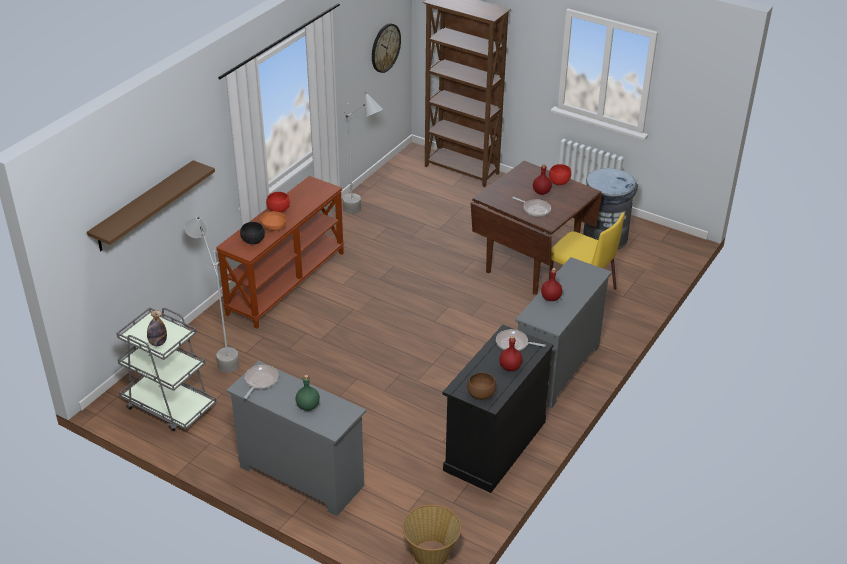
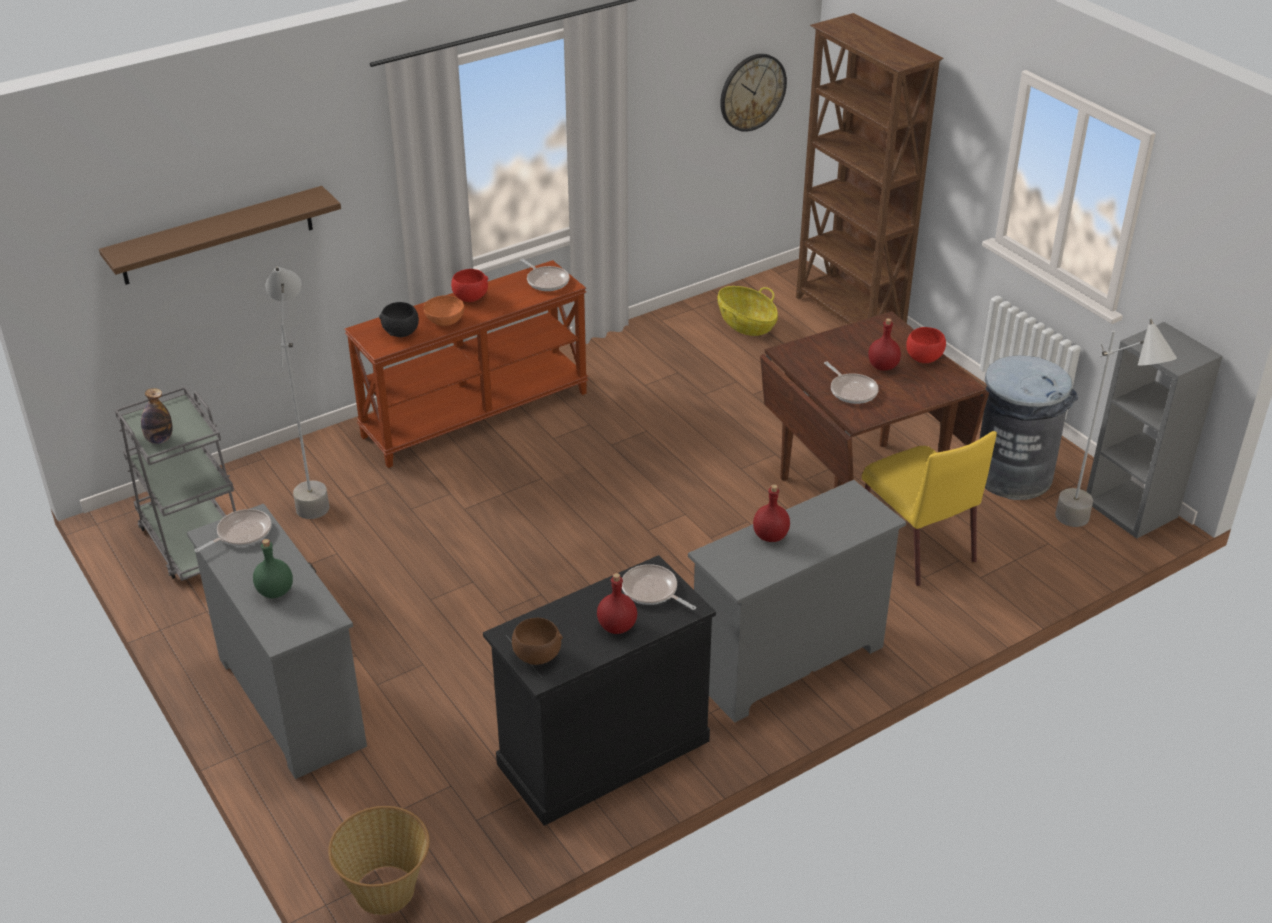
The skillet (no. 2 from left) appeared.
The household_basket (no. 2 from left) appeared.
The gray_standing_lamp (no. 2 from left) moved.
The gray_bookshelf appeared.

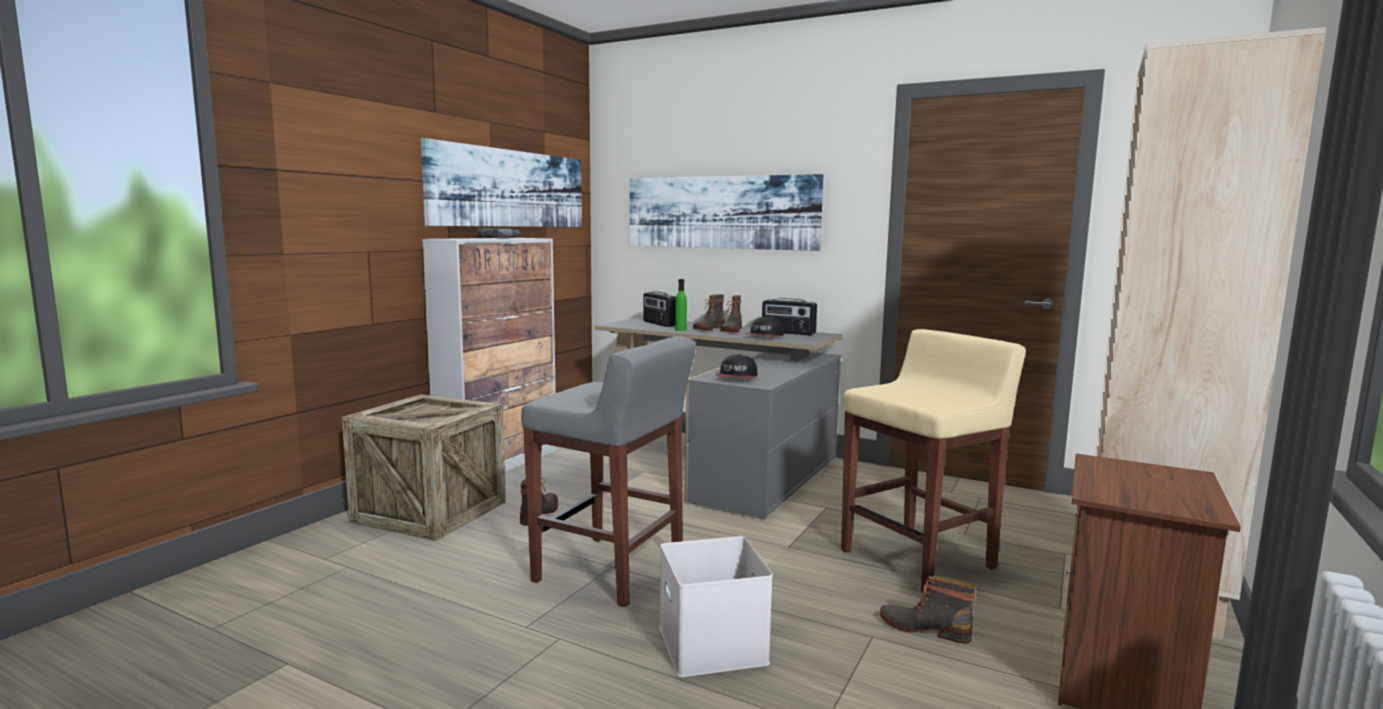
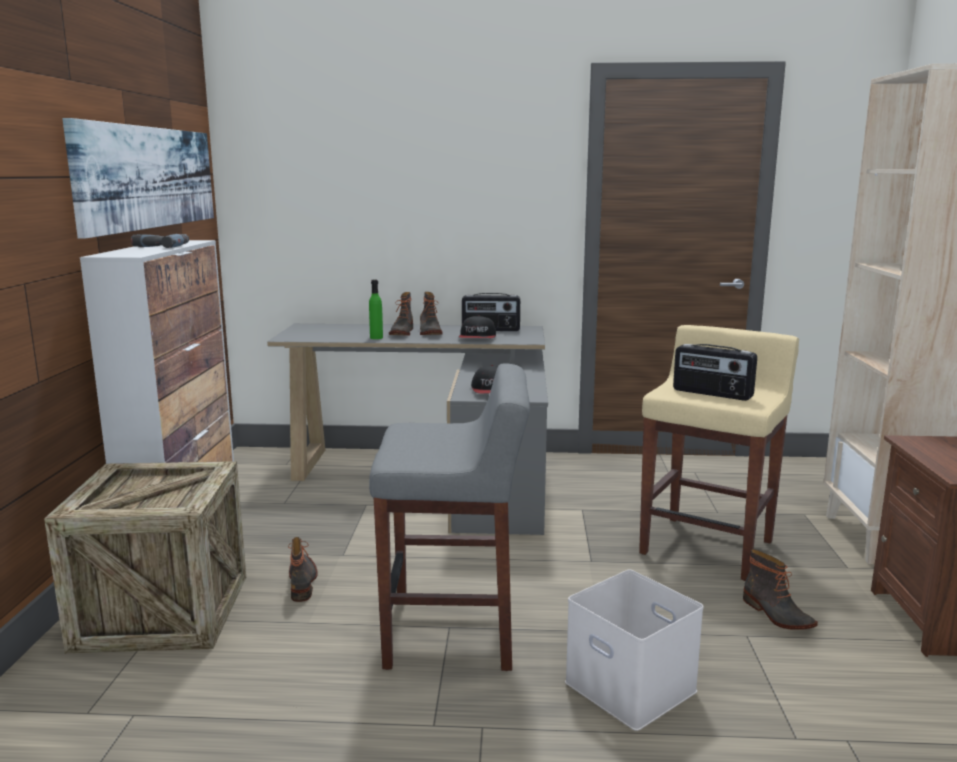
The radio (no. 1 from left in the first image) moved.
The tall_boot (no. 4 from left) turned 120 degrees counterclockwise.
The wall_picture (no. 2 from left) disappeared.

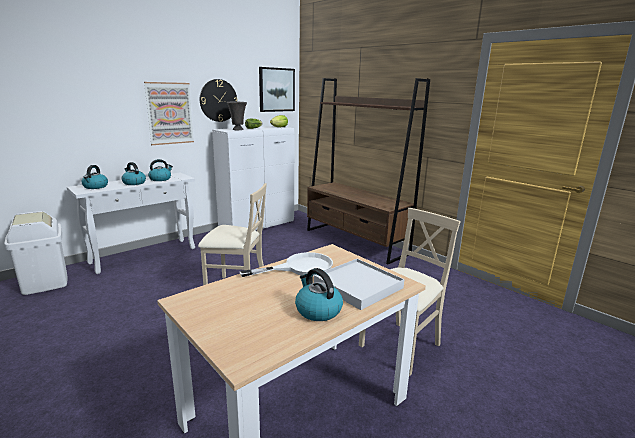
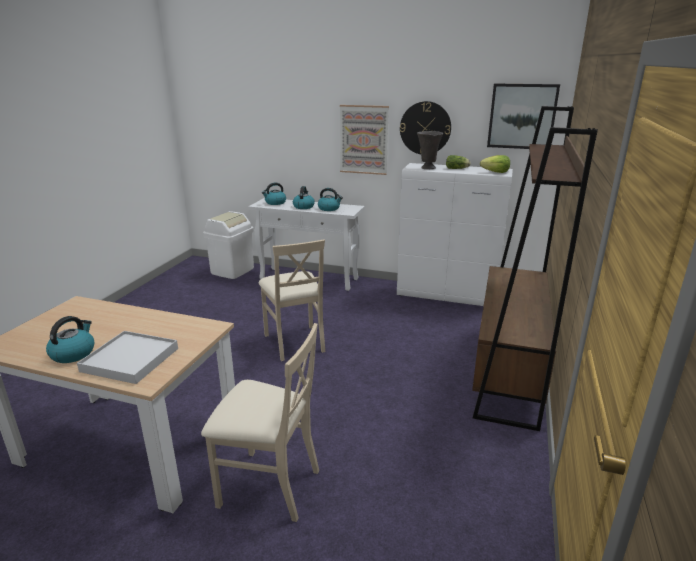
The white_skillet disappeared.

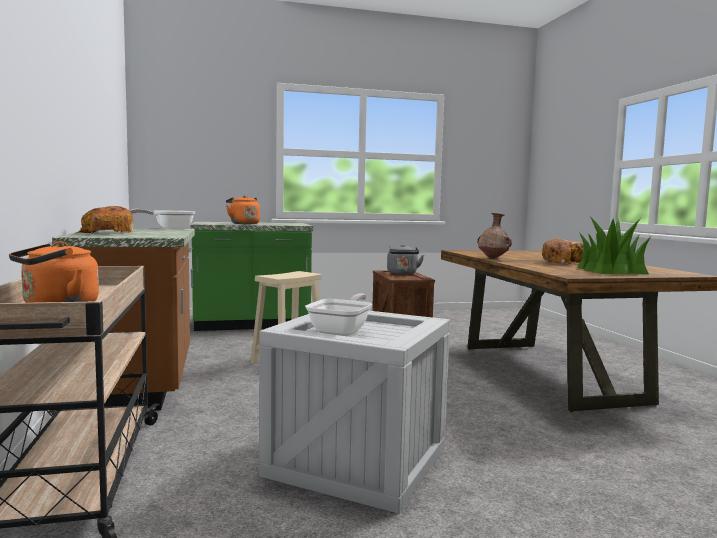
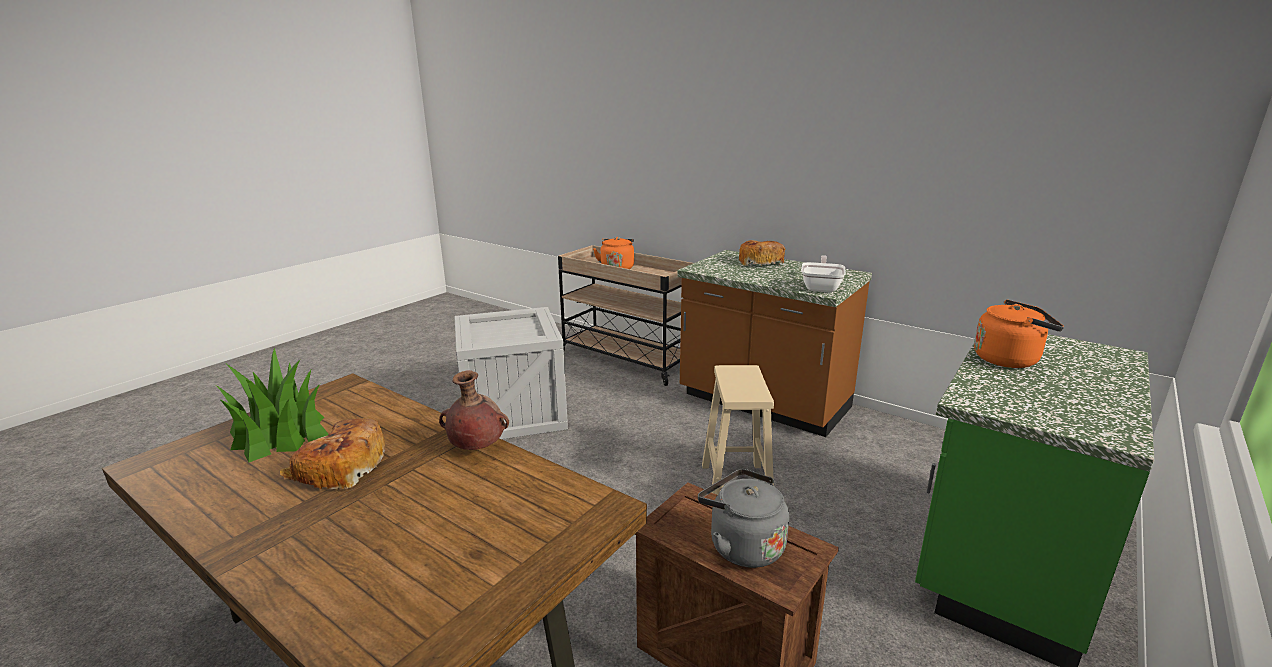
The skillet (no. 2 from left) disappeared.

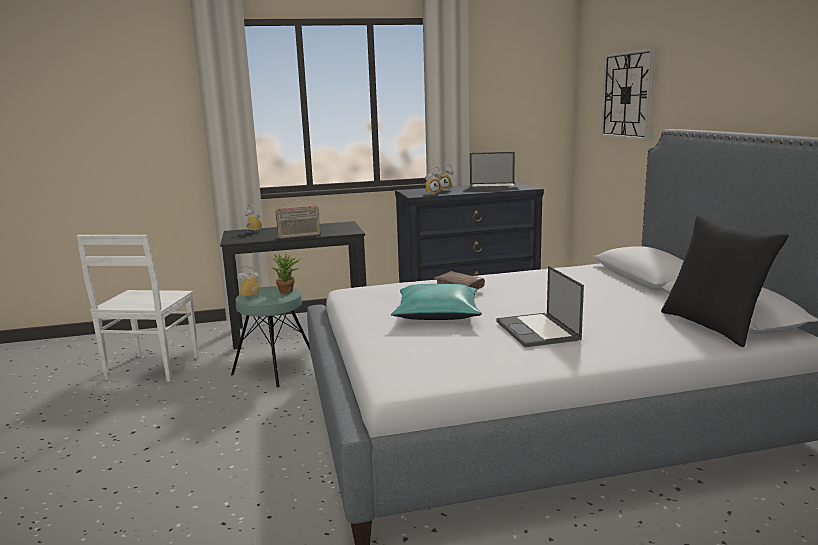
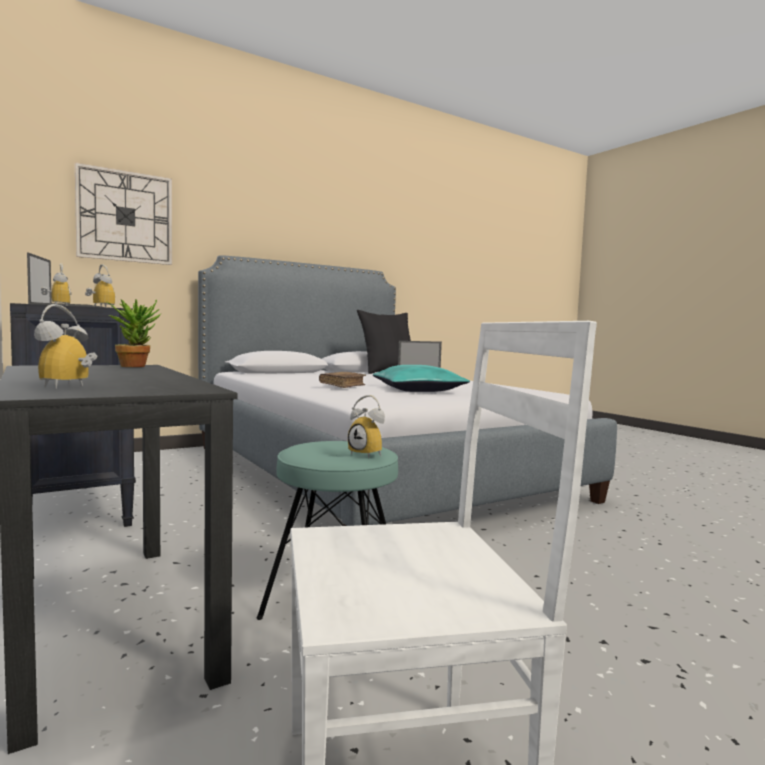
The plant_in_a_pot moved.
The radio disappeared.

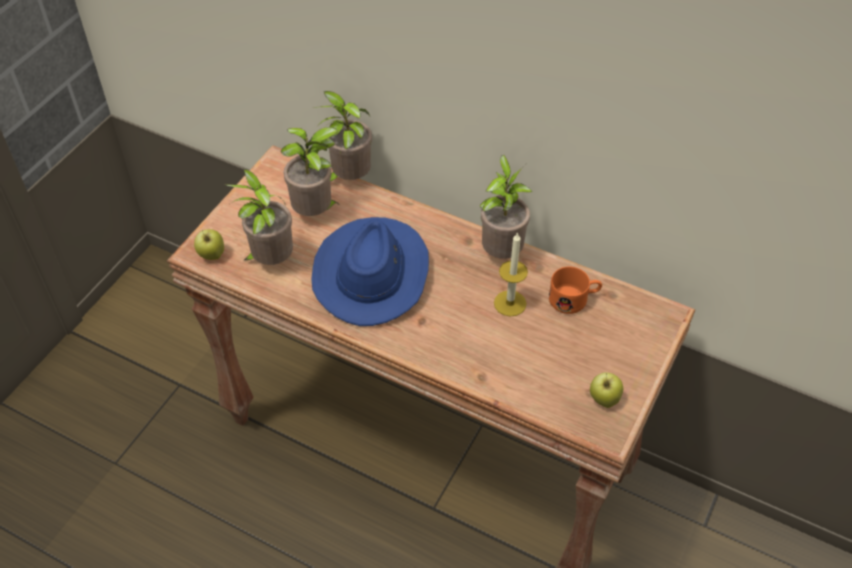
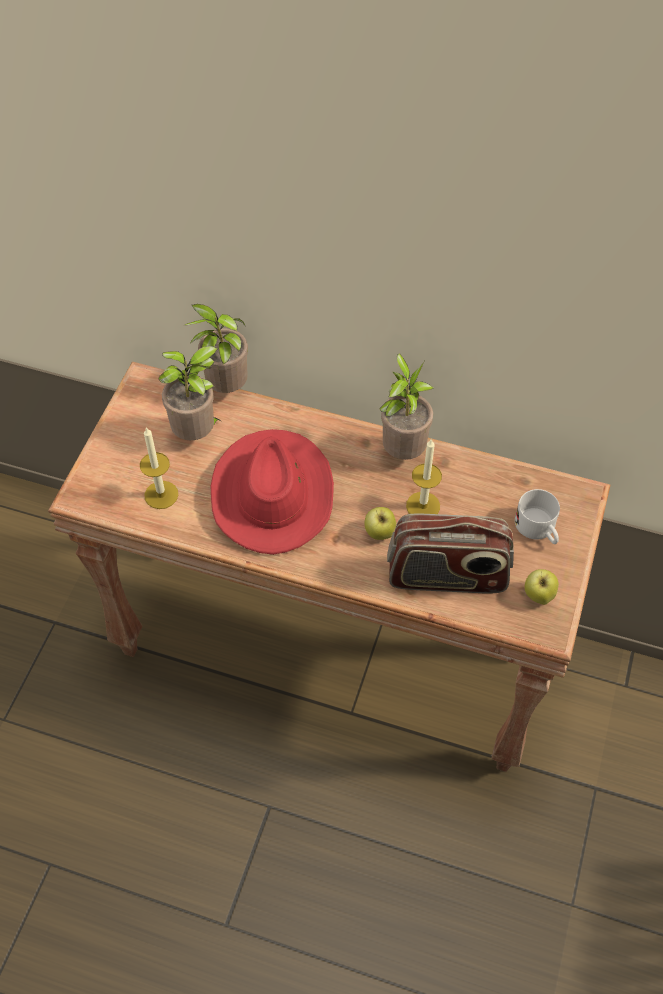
The plant_in_a_pot (no. 1 from left) was replaced by the wax_candle (no. 1 from left).
The bluish_wearable_hat became the reddish_wearable_hat.
The apple (no. 1 from left) moved.
The radio appeared.
The white_mug appeared.
The orange_mug disappeared.

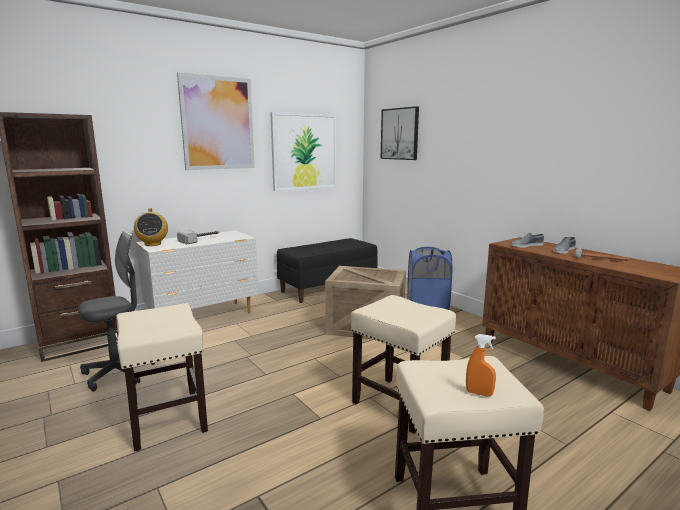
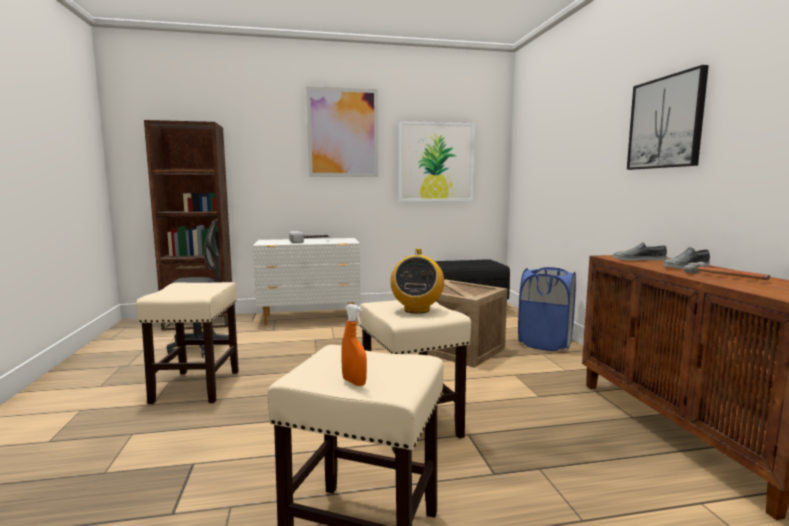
The radio moved.
The wall_picture (no. 3 from left) moved.

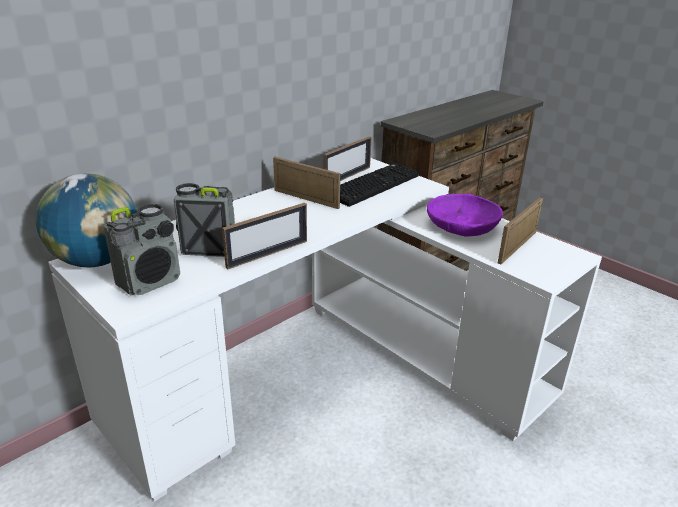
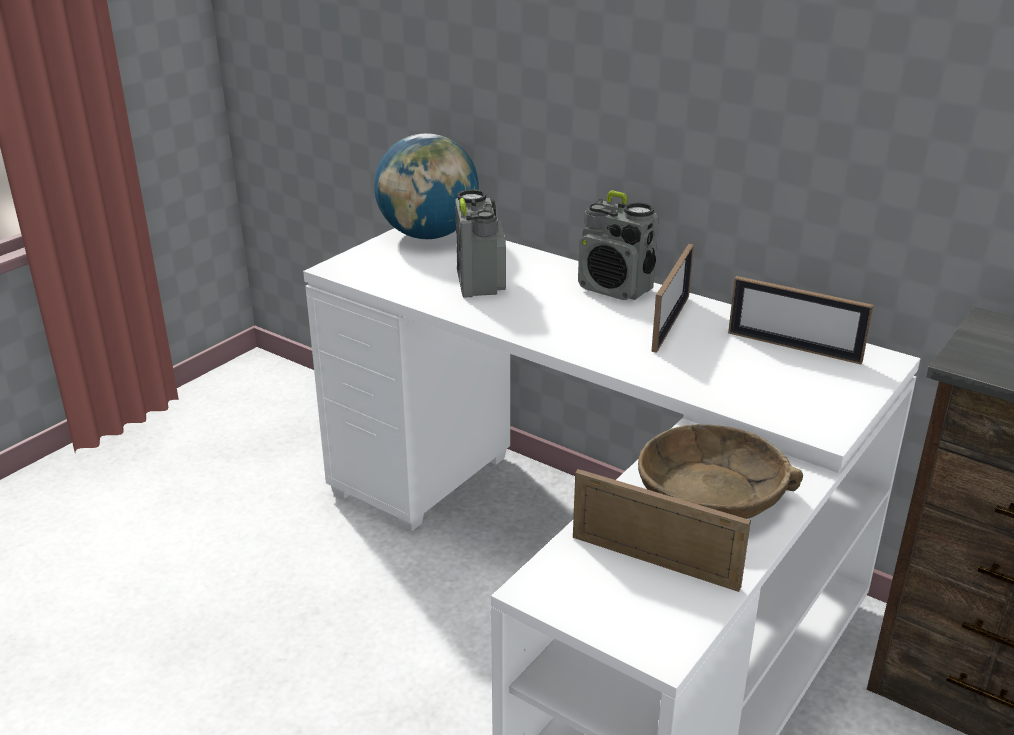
The radio (no. 1 from left in the first image) moved.
The purplish_bowl became the brown-coloured_bowl.
The standing_frame (no. 1 from left) disappeared.
The computer_keyboard disappeared.

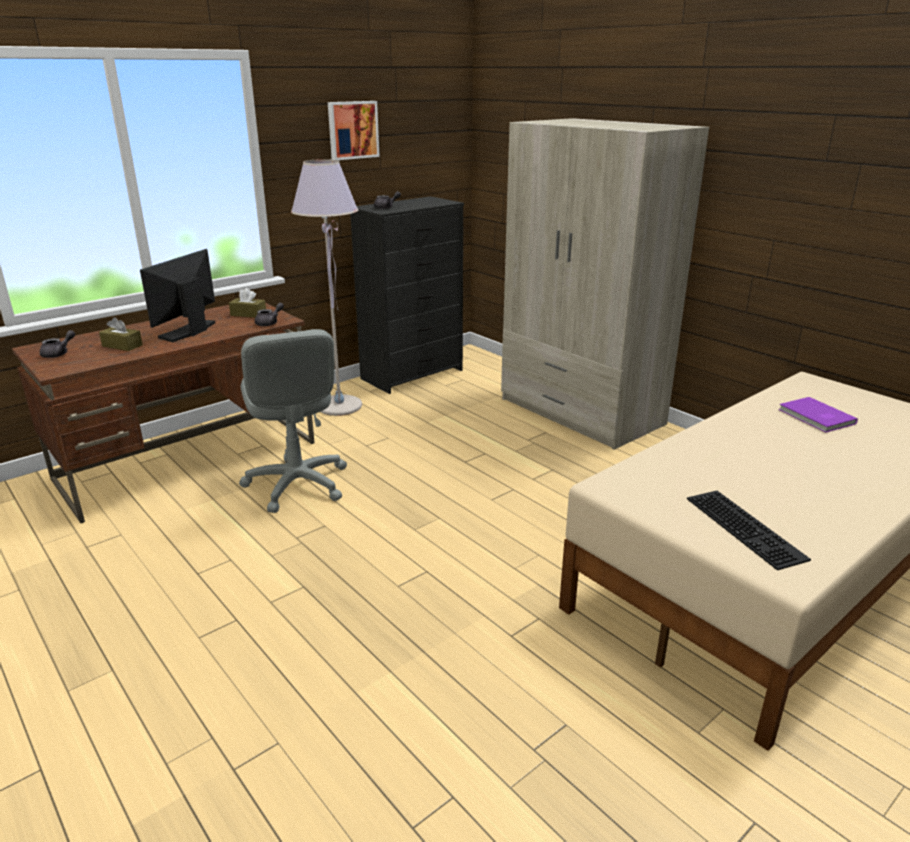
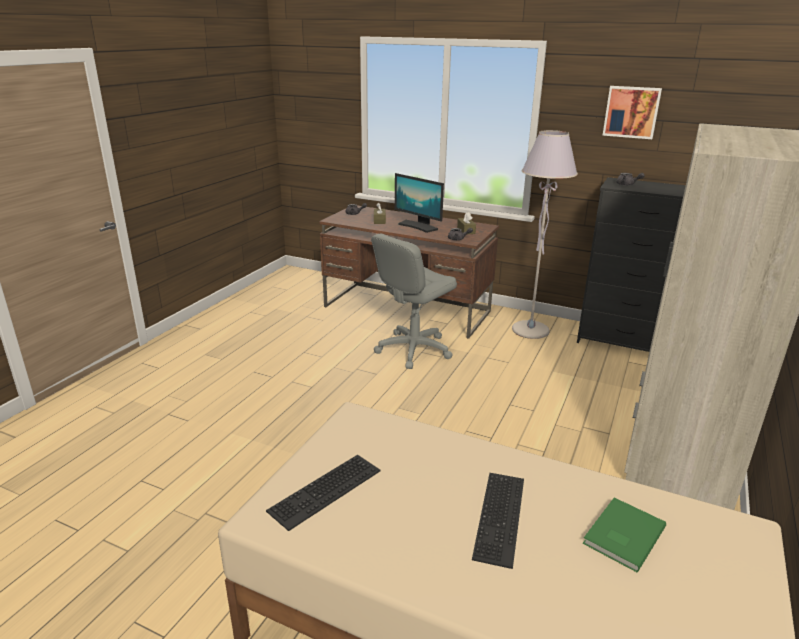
The computer_screen turned 135 degrees counterclockwise.
The computer_keyboard (no. 2 from left) appeared.
The purplish_book became the green-coloured_book.

